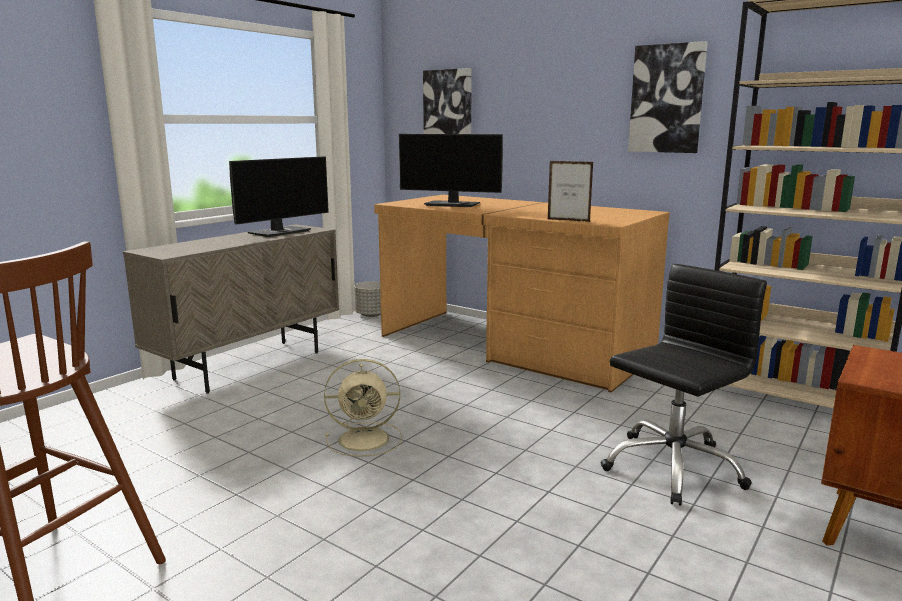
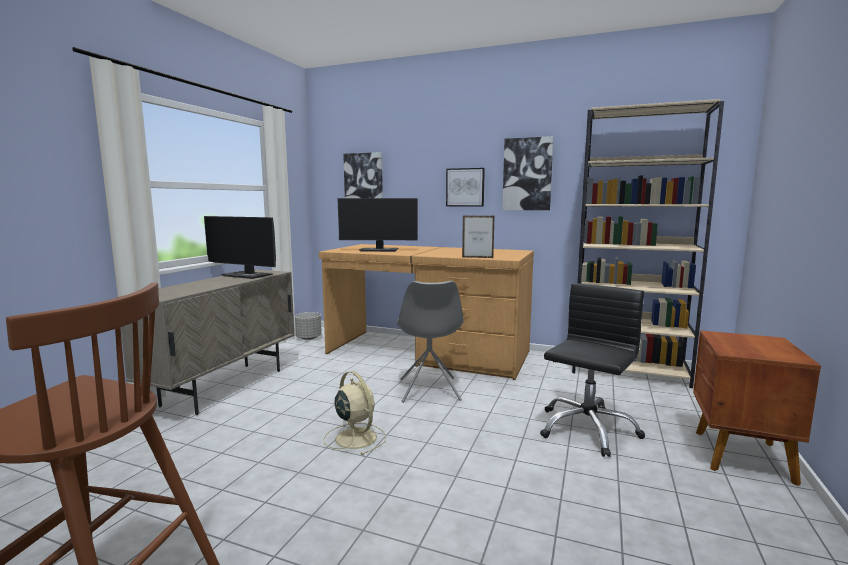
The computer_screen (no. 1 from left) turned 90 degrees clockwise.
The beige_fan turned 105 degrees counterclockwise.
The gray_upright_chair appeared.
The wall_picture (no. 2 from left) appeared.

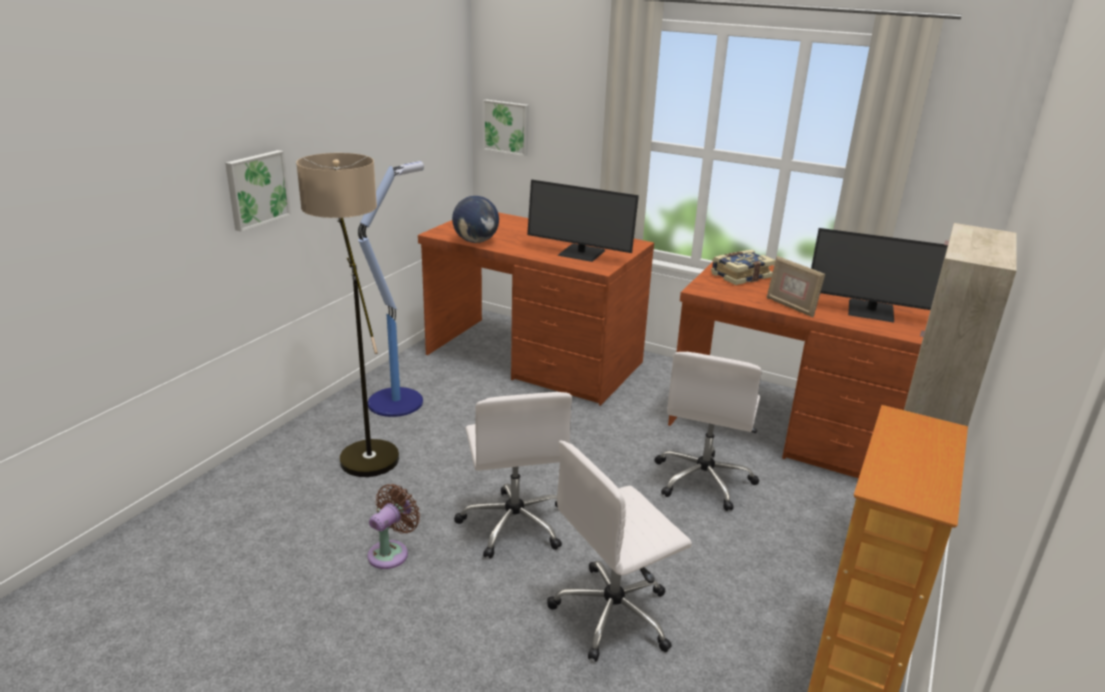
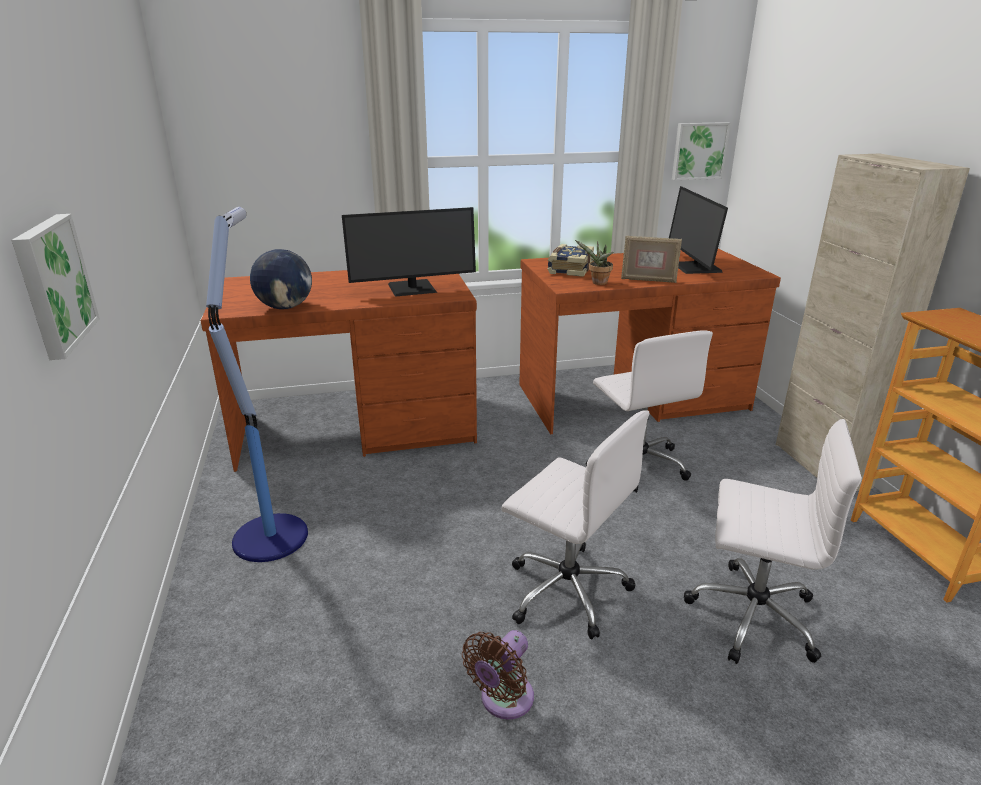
The brown-coloured_fan turned 135 degrees counterclockwise.
The plant_in_a_pot appeared.
The computer_screen (no. 2 from left) turned 105 degrees clockwise.
The wall_picture (no. 2 from left) moved.
The white_office_chair (no. 2 from left in the first image) turned 90 degrees counterclockwise.
The standing_lamp (no. 1 from left) disappeared.

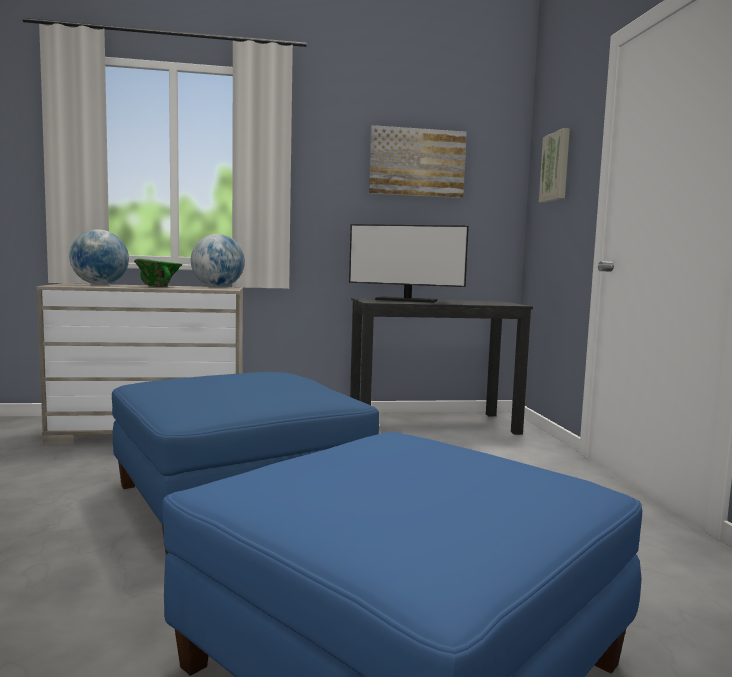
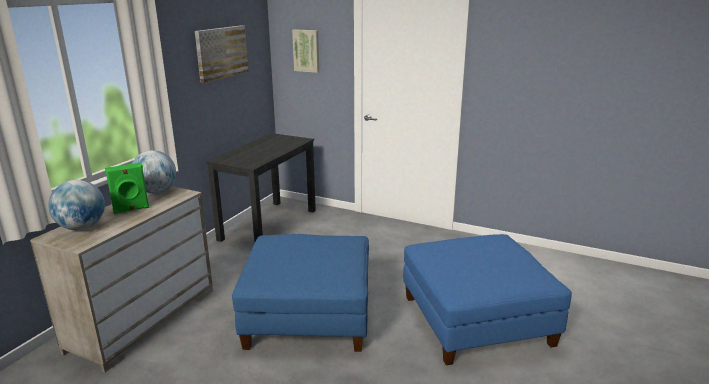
The green-coloured_bowl was replaced by the green-coloured_loudspeaker.
The computer_screen disappeared.

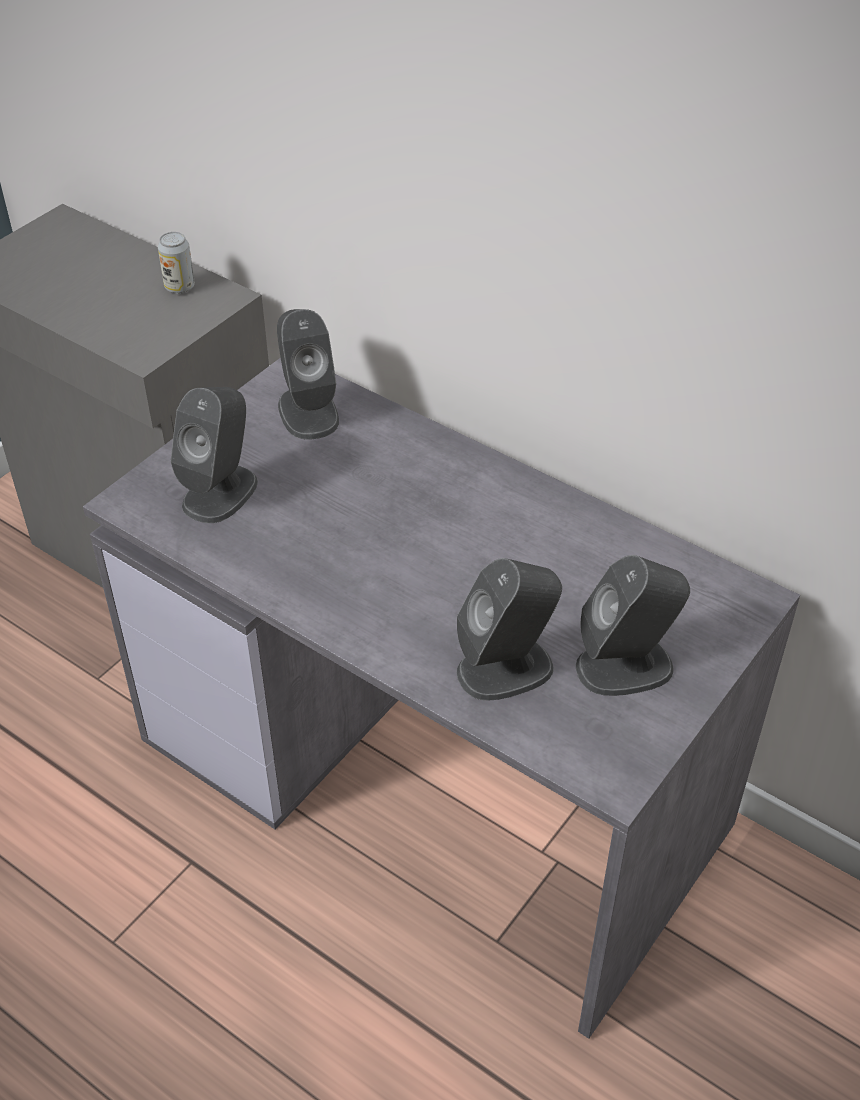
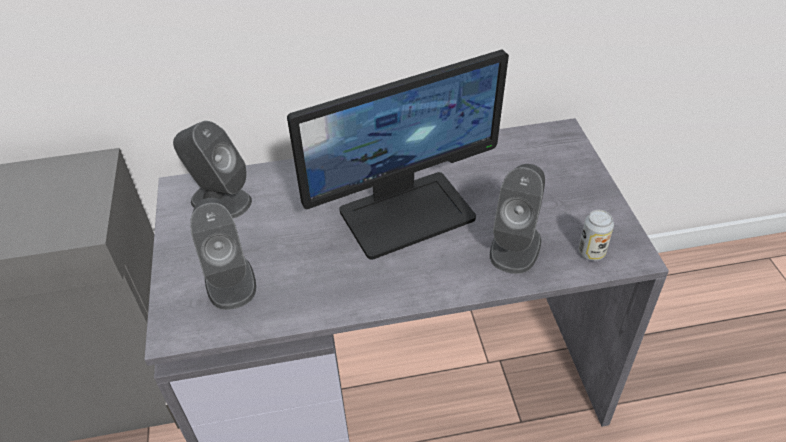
The computer_screen appeared.
The metal_can moved.
The gray_loudspeaker (no. 4 from left) disappeared.

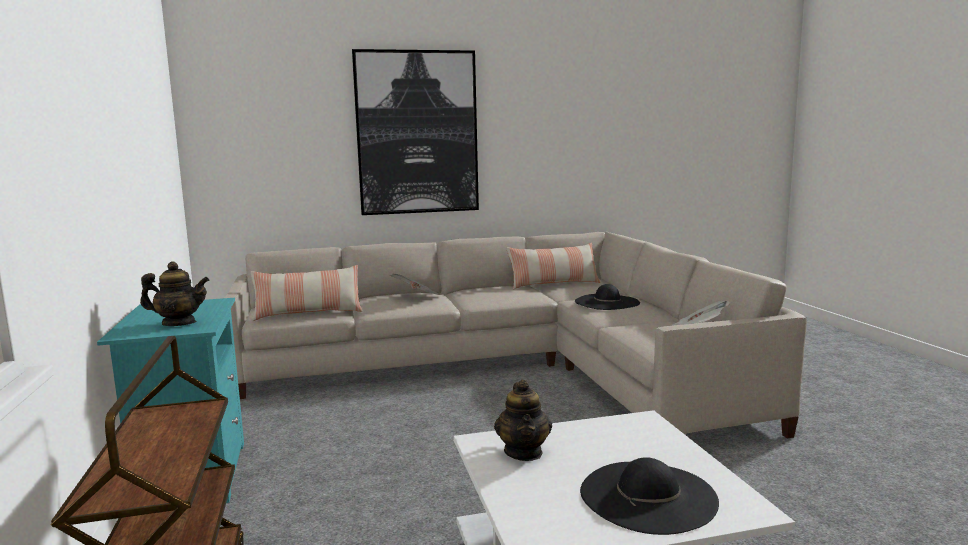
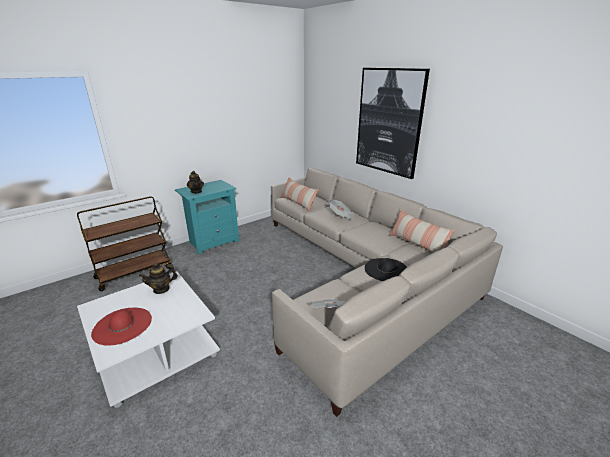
The black-coloured_wearable_hat (no. 2 from left) became the reddish_wearable_hat.

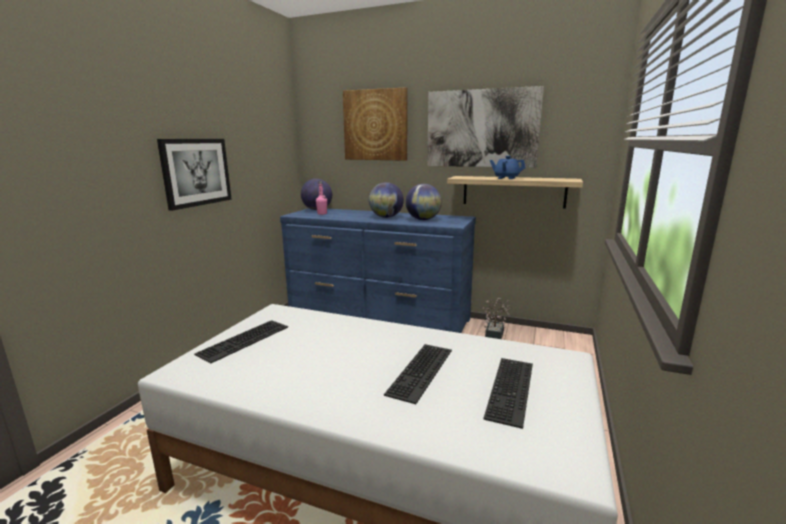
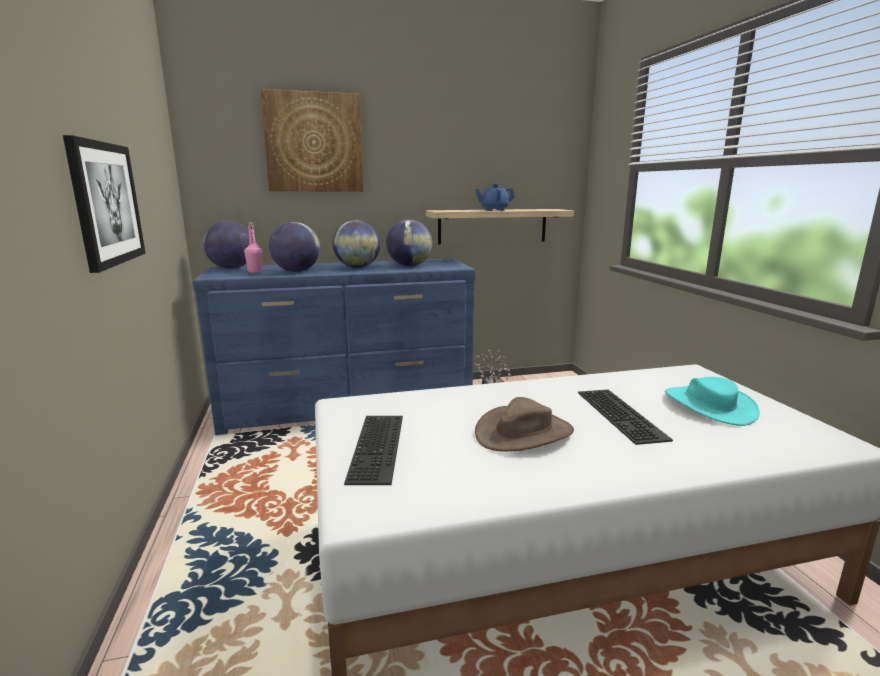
The globe (no. 2 from left) appeared.
The brown-coloured_wearable_hat appeared.
The computer_keyboard (no. 3 from left) was replaced by the blue-green_wearable_hat.
The wall_picture (no. 3 from left) disappeared.

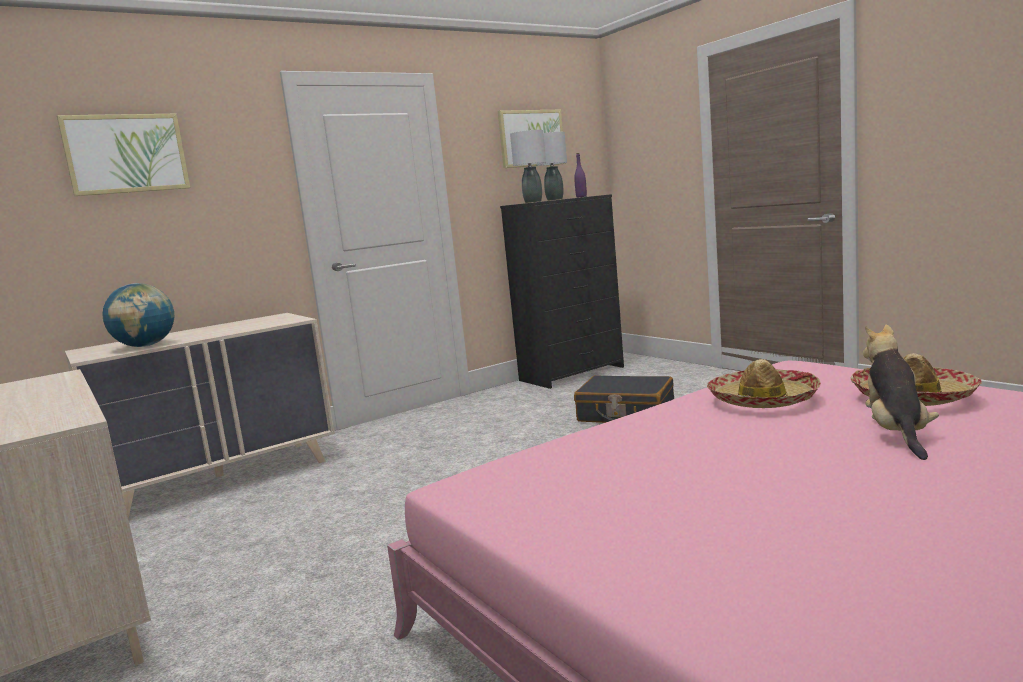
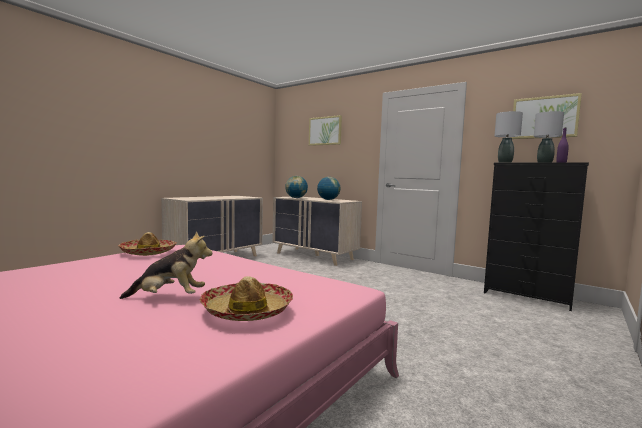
The wearable_hat (no. 1 from left) moved.
The globe (no. 2 from left) appeared.
The black-coloured_travel_case disappeared.

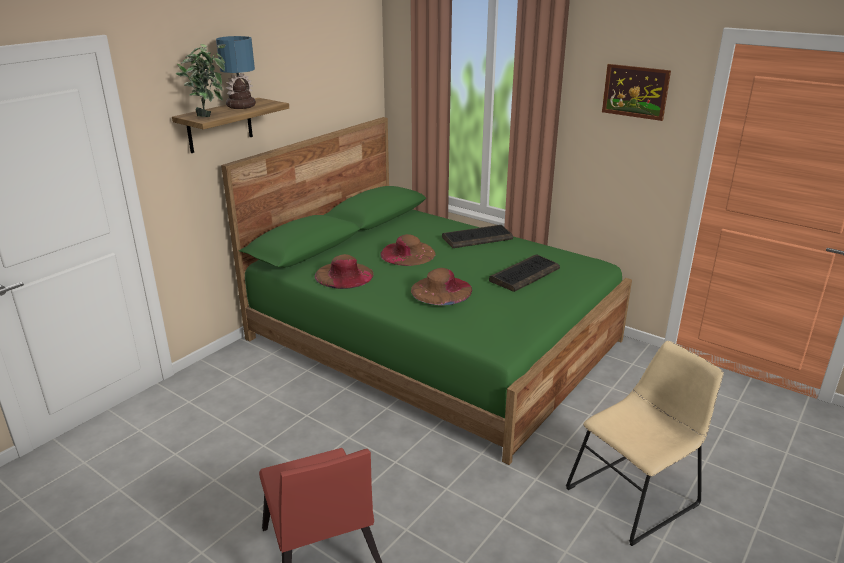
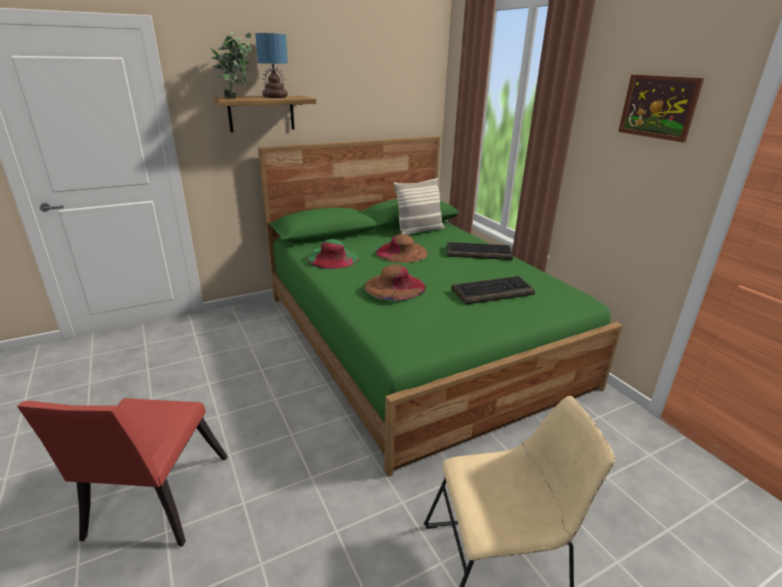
The brown-coloured_wearable_hat (no. 1 from left) became the green-coloured_wearable_hat.
The cushion appeared.

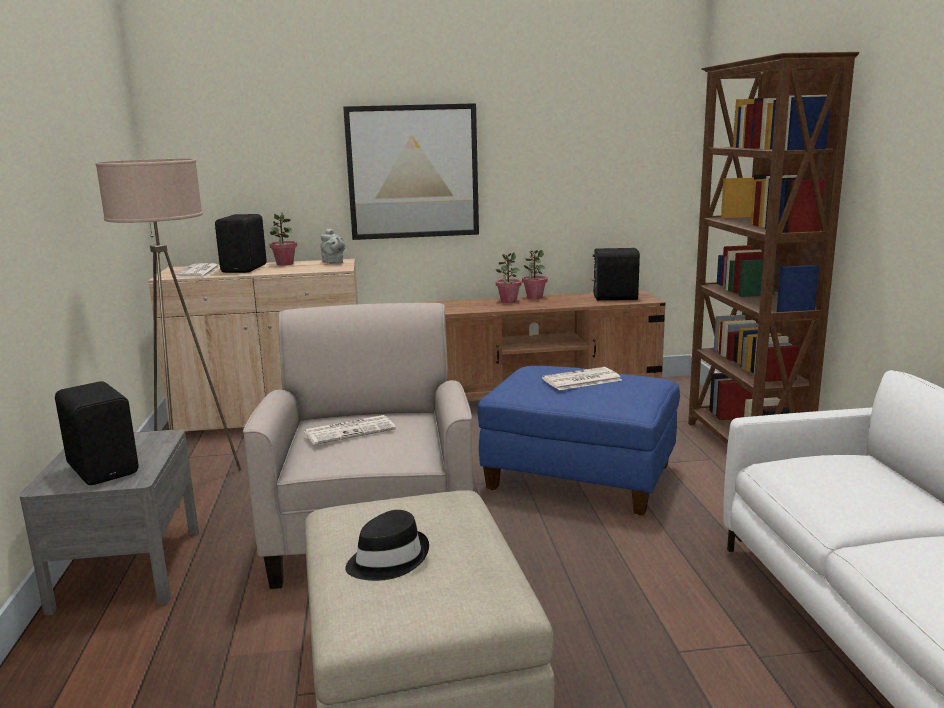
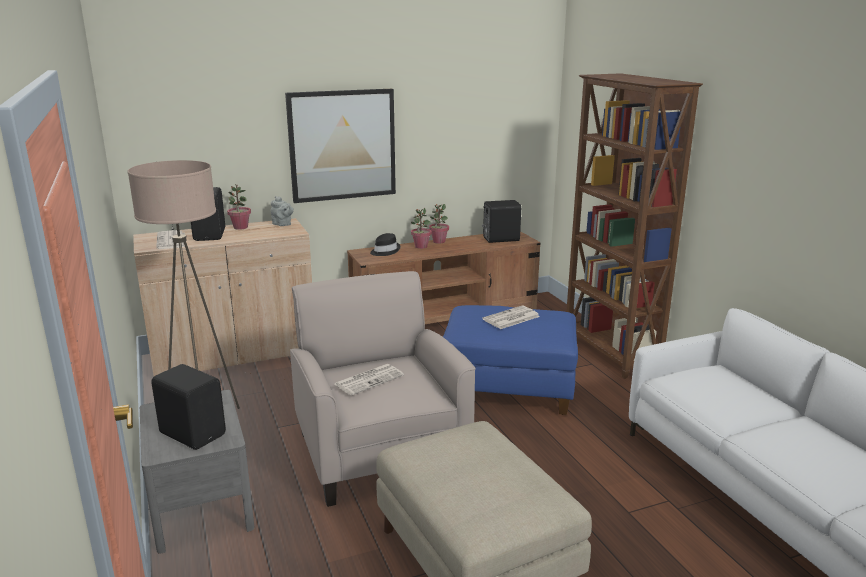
The black-coloured_wearable_hat moved.

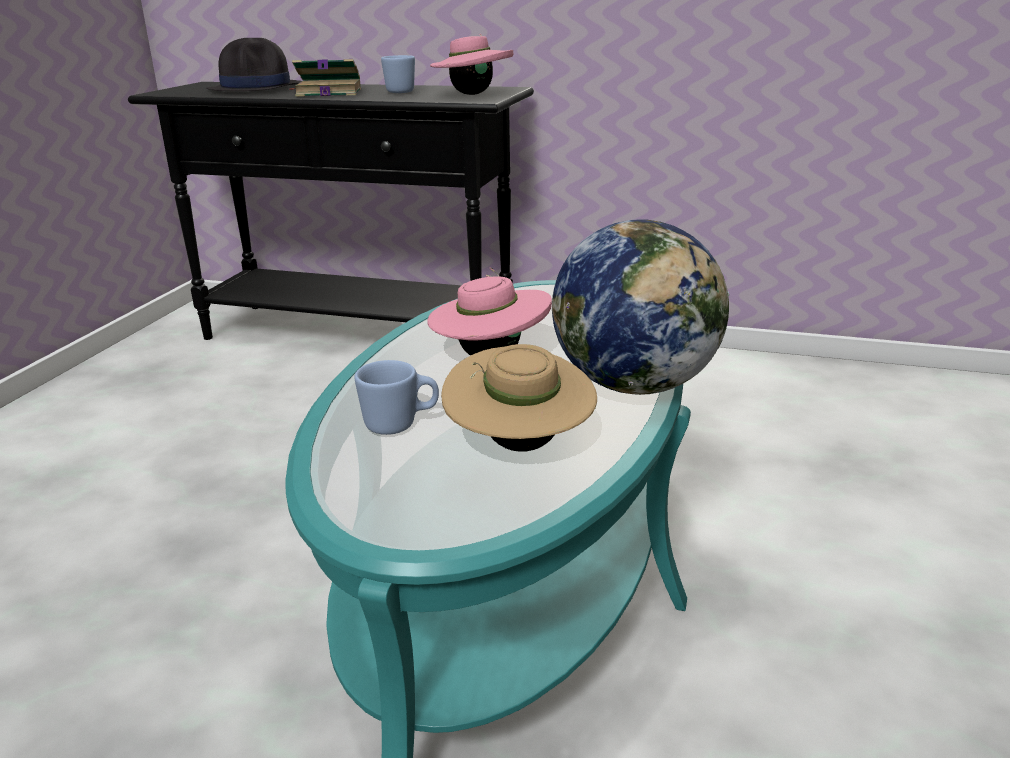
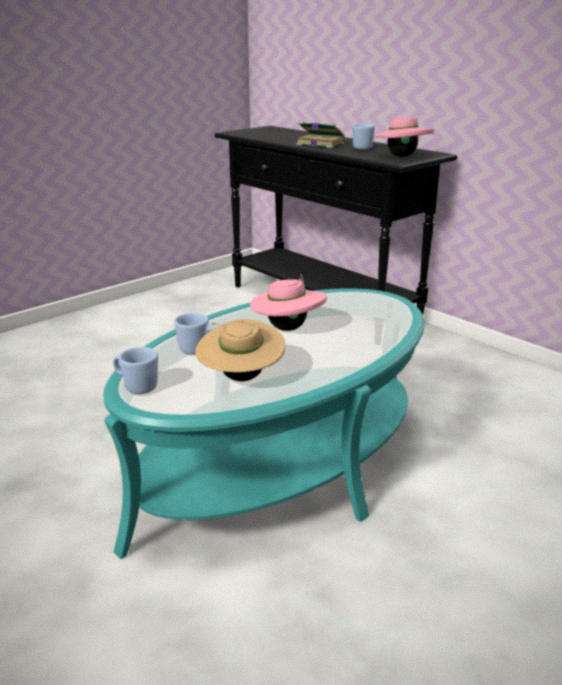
The bluish_mug (no. 1 from left) appeared.
The black-coloured_wearable_hat disappeared.
The globe disappeared.

